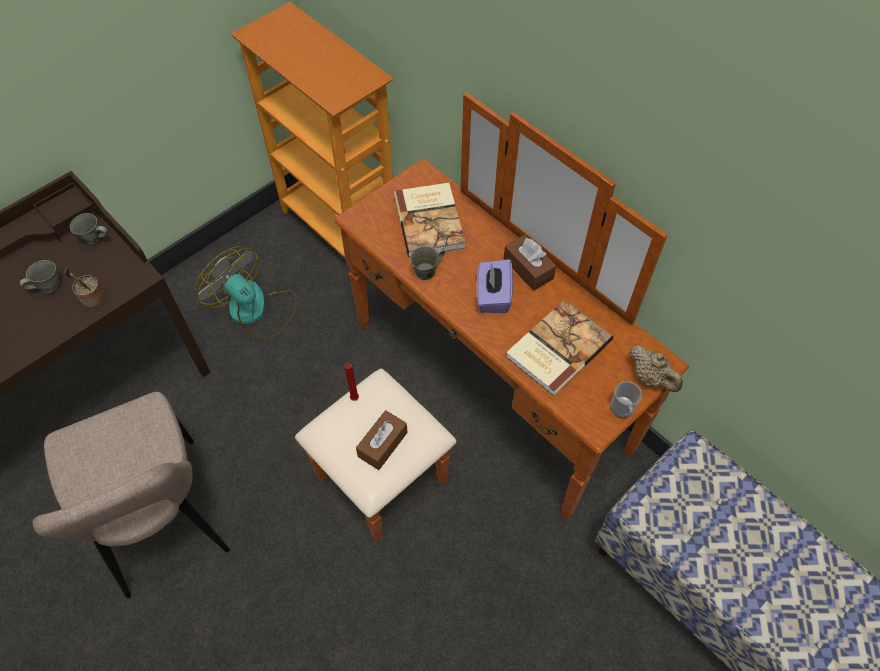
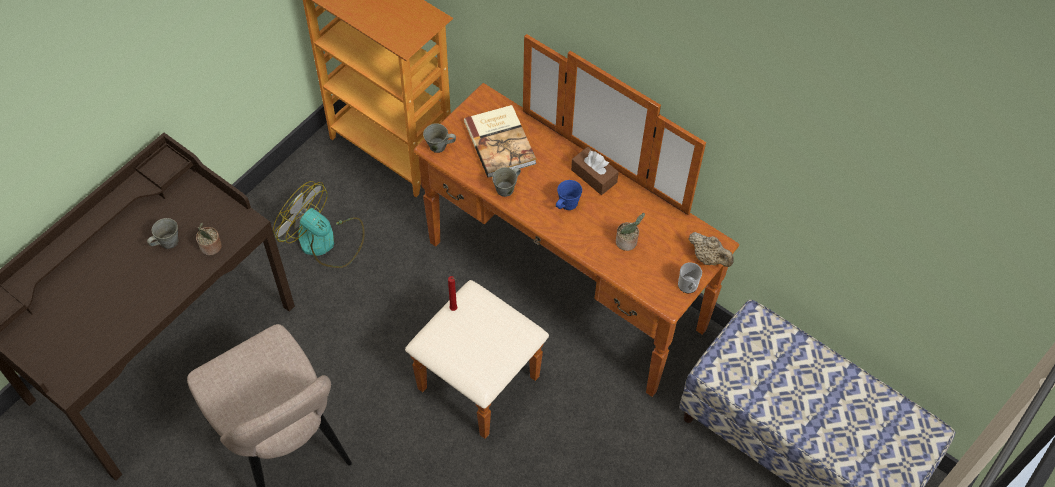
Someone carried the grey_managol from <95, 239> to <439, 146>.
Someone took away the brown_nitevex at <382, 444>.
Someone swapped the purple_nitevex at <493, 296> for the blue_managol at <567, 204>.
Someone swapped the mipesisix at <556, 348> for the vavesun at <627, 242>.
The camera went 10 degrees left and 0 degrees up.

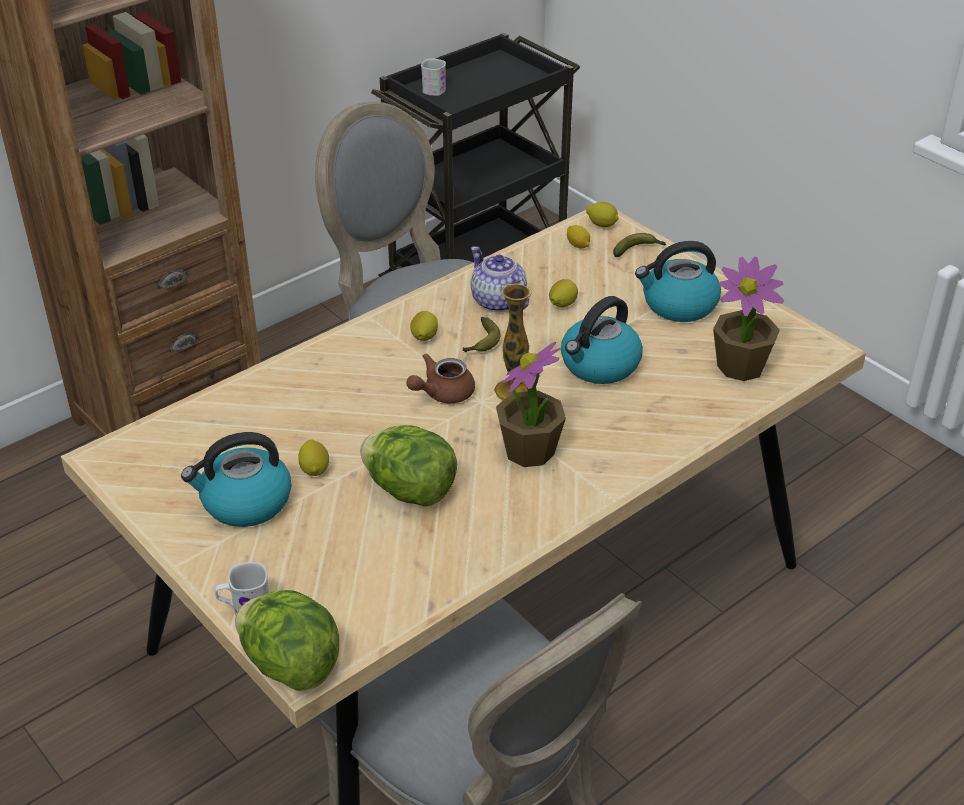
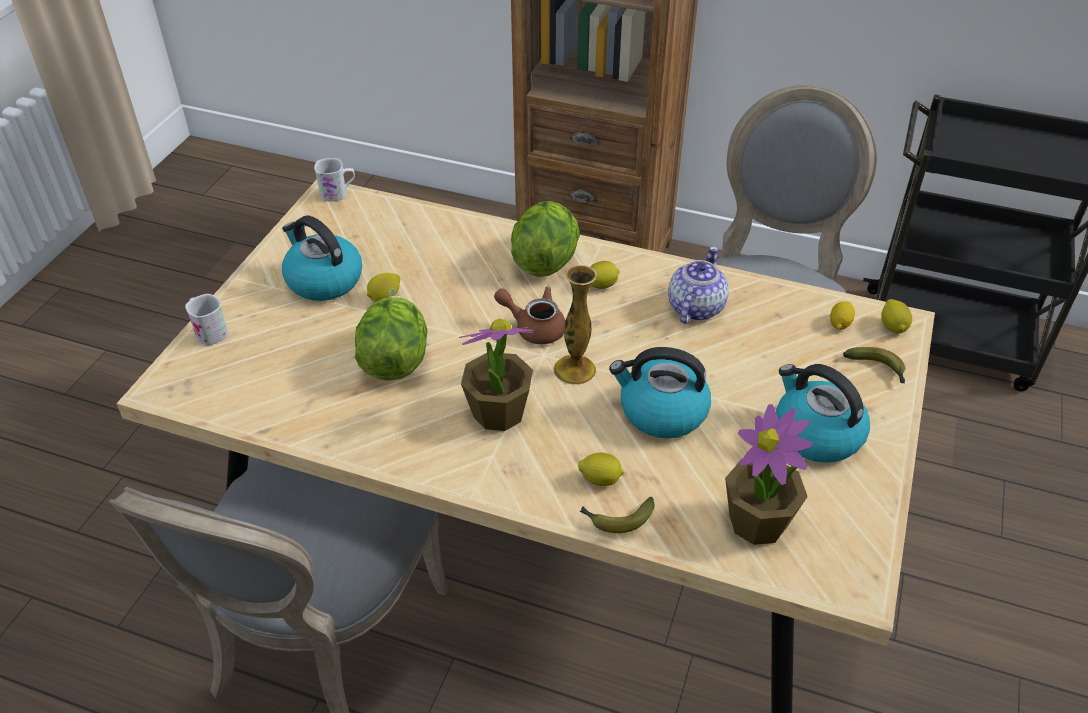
Someone carried the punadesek from <289, 665> to <545, 261>.
Someone carried the white_managol from <435, 89> to <338, 193>.
Someone carried the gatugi from <481, 343> to <616, 519>.
Someone carried the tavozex from <562, 304> to <600, 479>.
The camera went 60 degrees right and 5 degrees up.

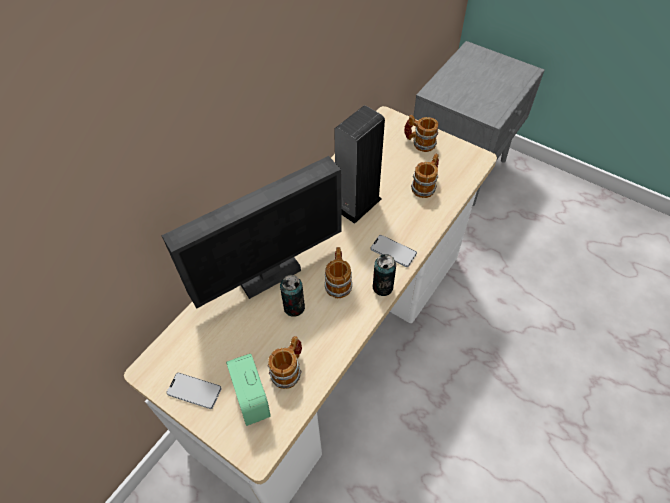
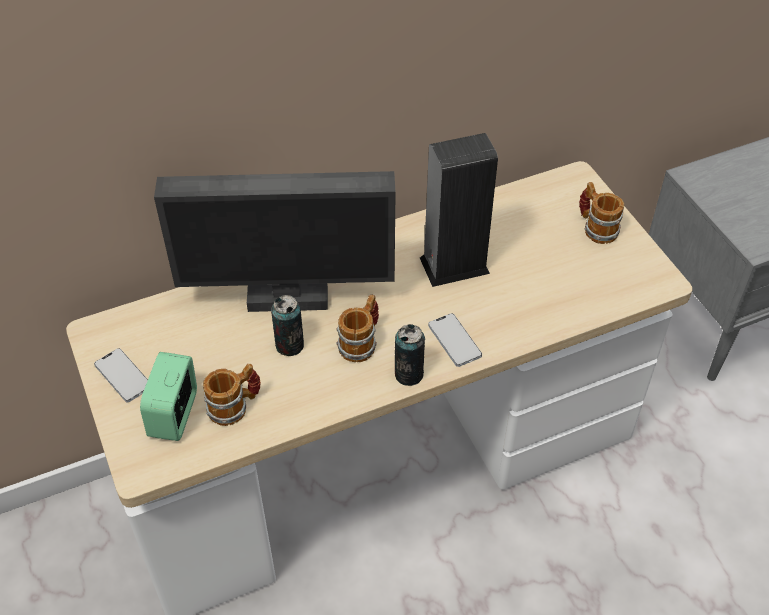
Someone took away the managol at <425, 186>.
The camera went 30 degrees right and 5 degrees down.

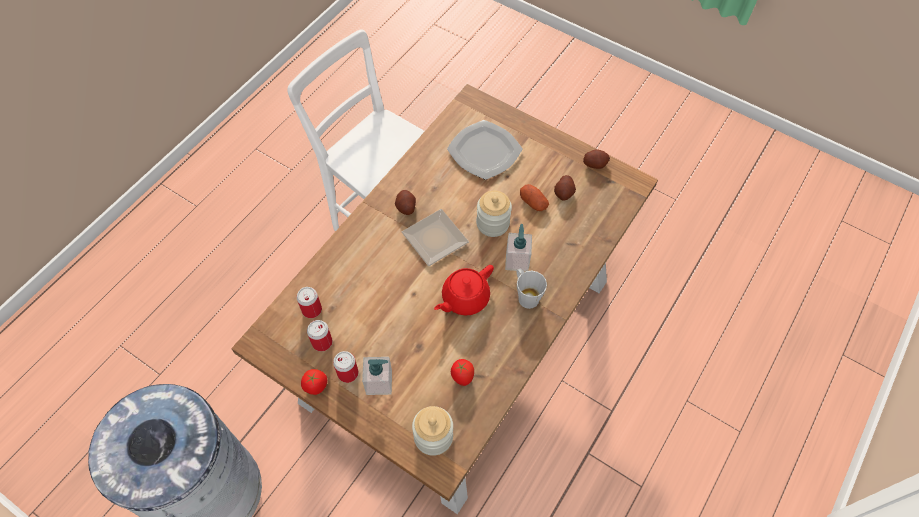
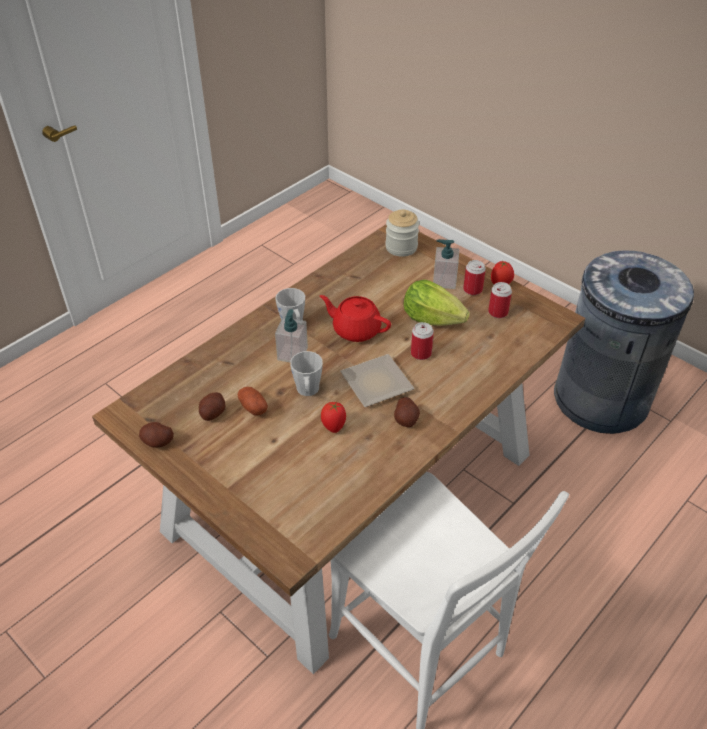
Someone carried the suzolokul from <312, 309> to <421, 353>.
Someone rotated the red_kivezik at <464, 298> by 120 degrees counterclockwise.
Someone took away the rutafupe at <484, 151>.
Someone carried the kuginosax from <462, 377> to <333, 426>.
Someone swapped the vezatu at <492, 223> for the grey_managol at <307, 391>.
Someone put down the punadesek at <432, 318>.
The camera went 170 degrees left and 15 degrees down.

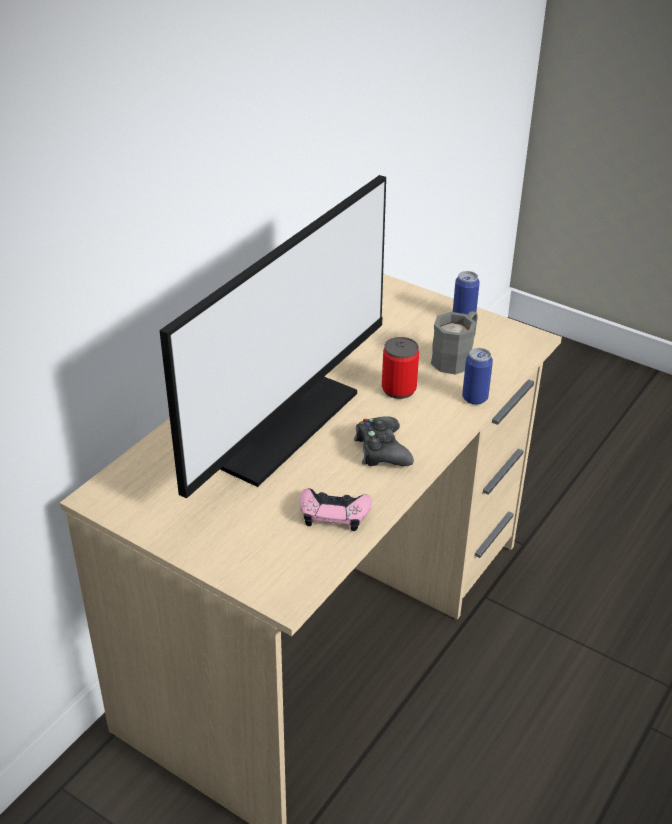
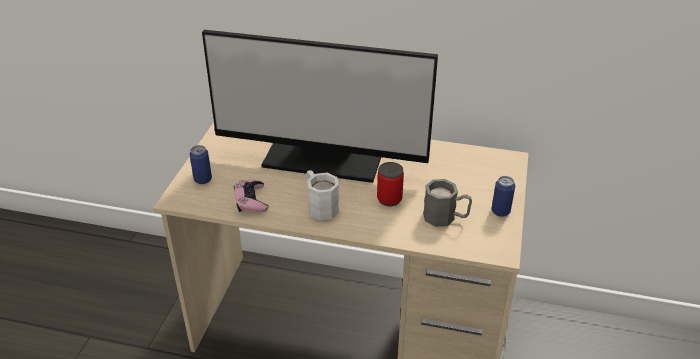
Someone swapped the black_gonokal at <382, 450> for the white_managol at <320, 206>.
Someone carried the suzolokul from <474, 398> to <203, 179>.
The camera went 70 degrees right and 0 degrees up.

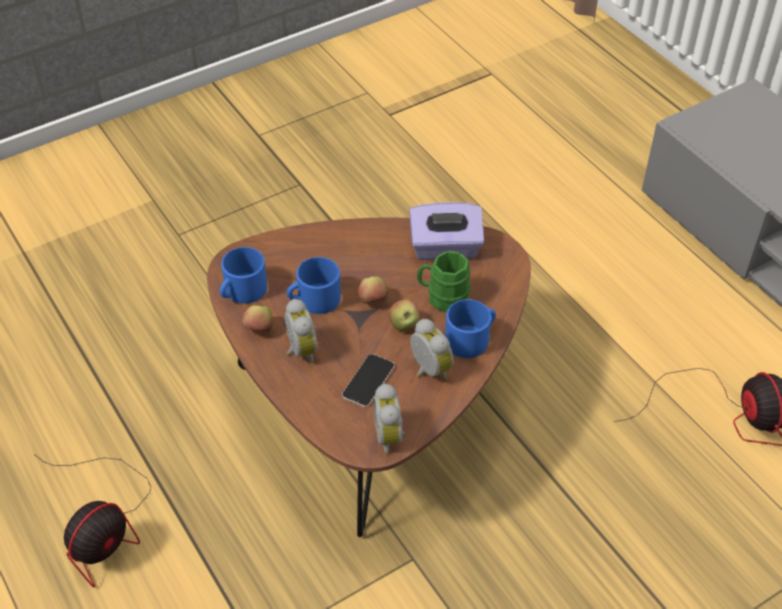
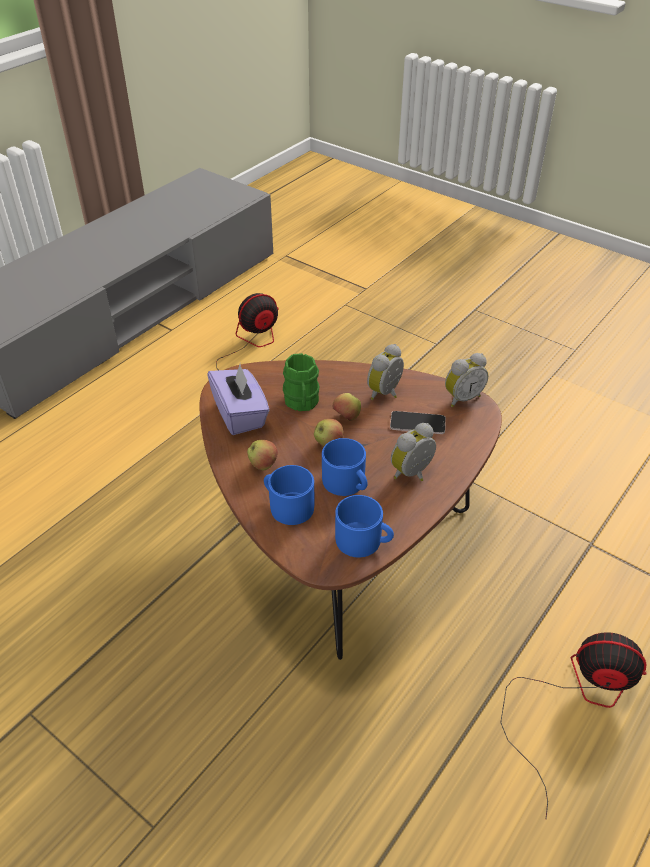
Someone carried the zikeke from <259, 330> to <263, 465>.
Someone carried the blue_managol from <471, 338> to <287, 505>.
The camera went 110 degrees left and 5 degrees down.

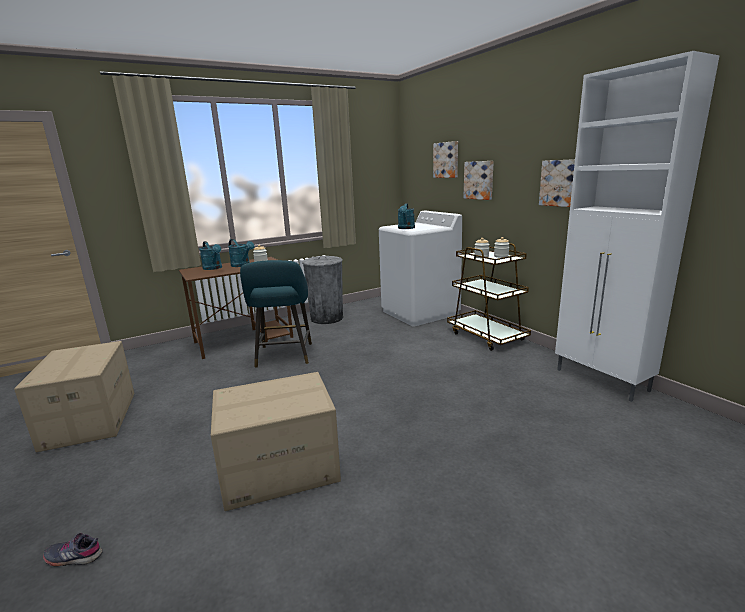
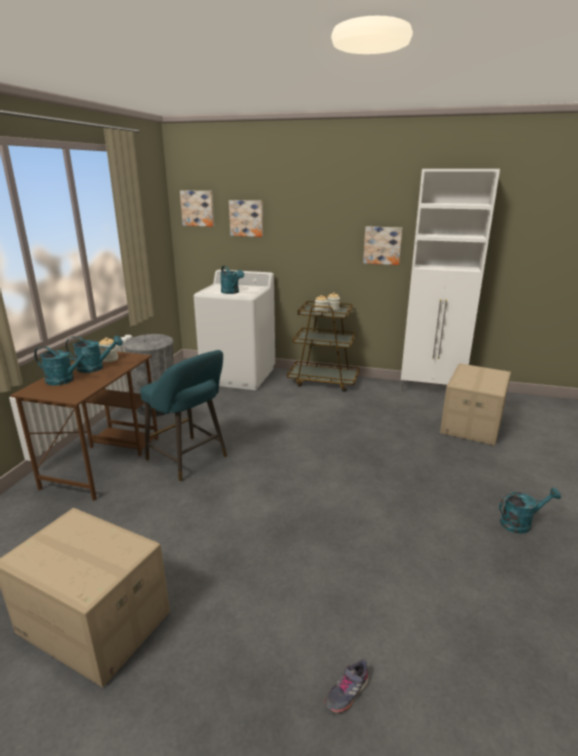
Someone carried the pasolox from <280, 468> to <471, 424>.
Someone carried the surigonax from <479, 180> to <198, 208>.
Someone put down the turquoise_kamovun at <520, 523>.
The camera went 45 degrees left and 5 degrees up.

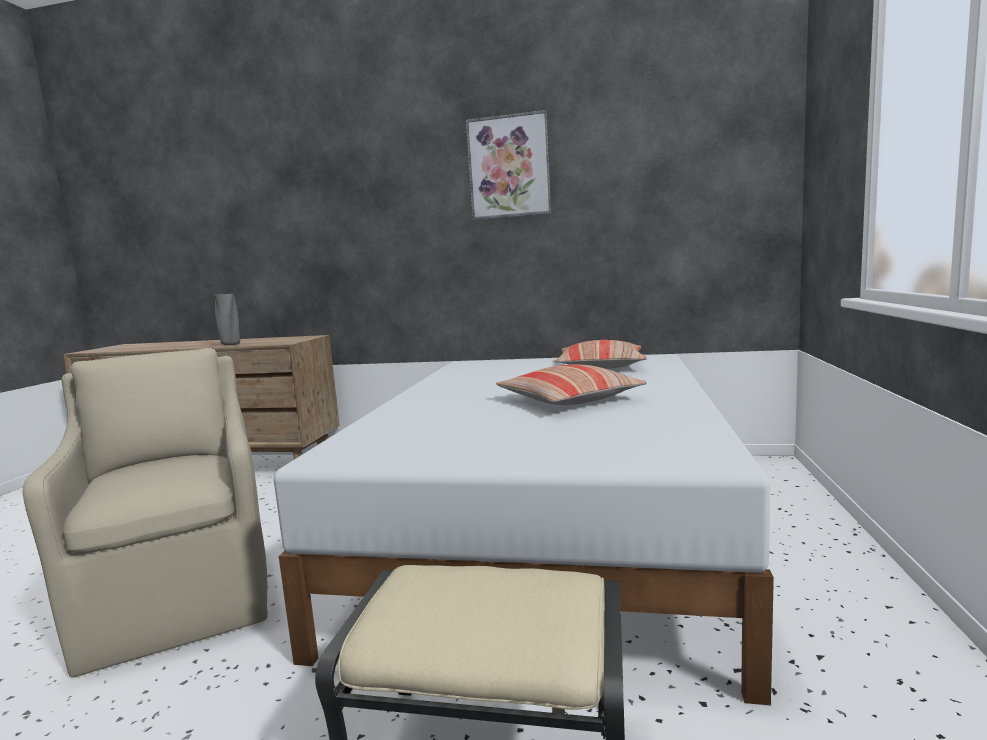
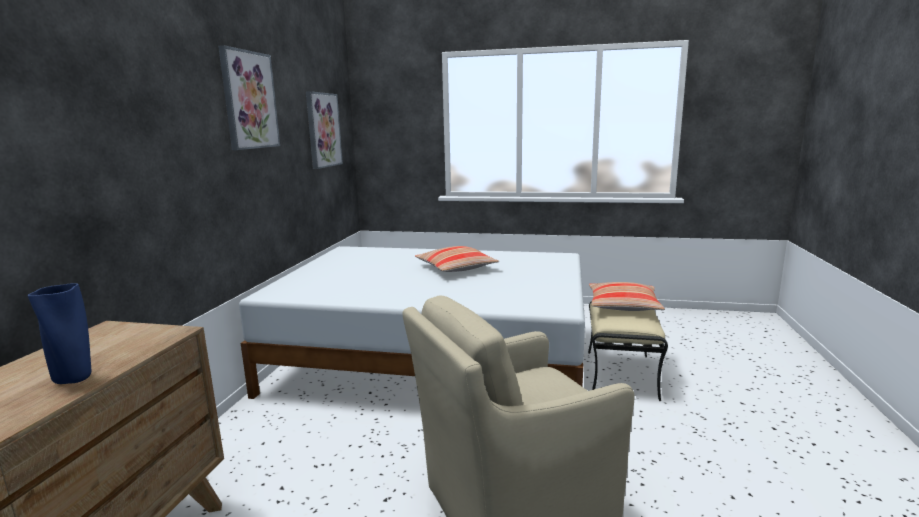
Someone repainted the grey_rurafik at <230, 344>, which became the blue_rurafik at <74, 379>.
Someone carried the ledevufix from <600, 366> to <623, 305>.
Someone put up the surigonax at <323, 130>.
The camera went 90 degrees left and 5 degrees up.

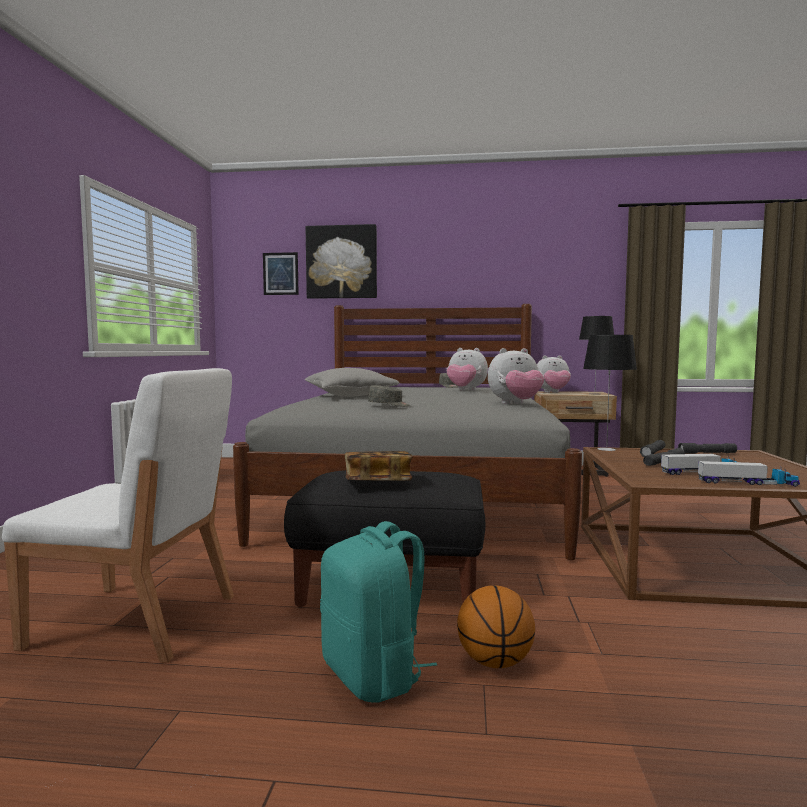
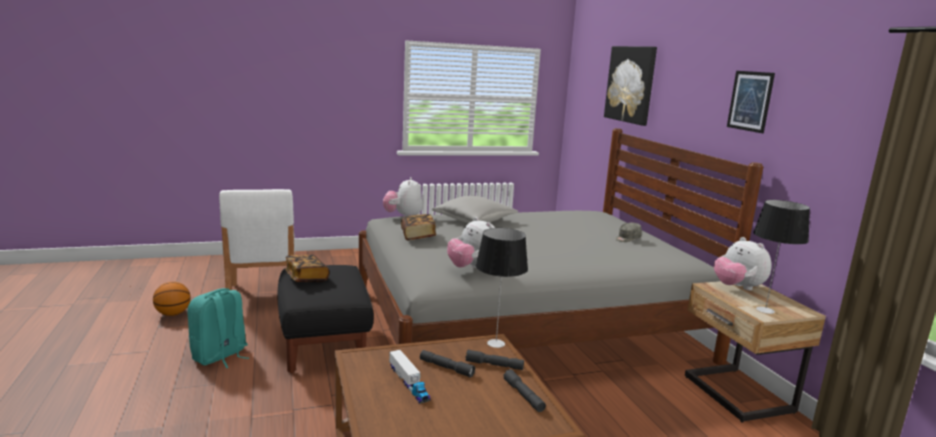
Someone carried the surigonax from <280, 273> to <750, 101>.
Someone swapped the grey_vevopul at <389, 405> for the mipesisix at <418, 236>.
Someone carried the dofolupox from <465, 390> to <403, 217>.
Someone carried the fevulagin from <495, 662> to <173, 314>.
Someone took away the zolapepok at <747, 483>.
The camera went 65 degrees right and 10 degrees up.

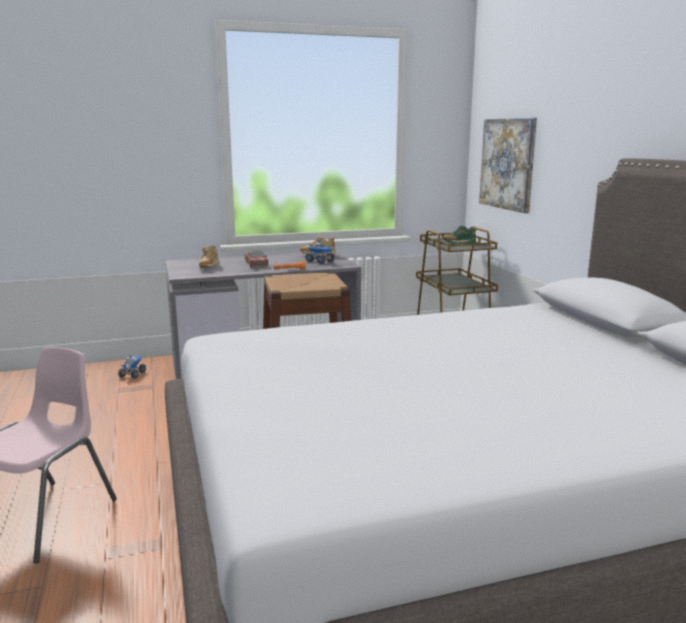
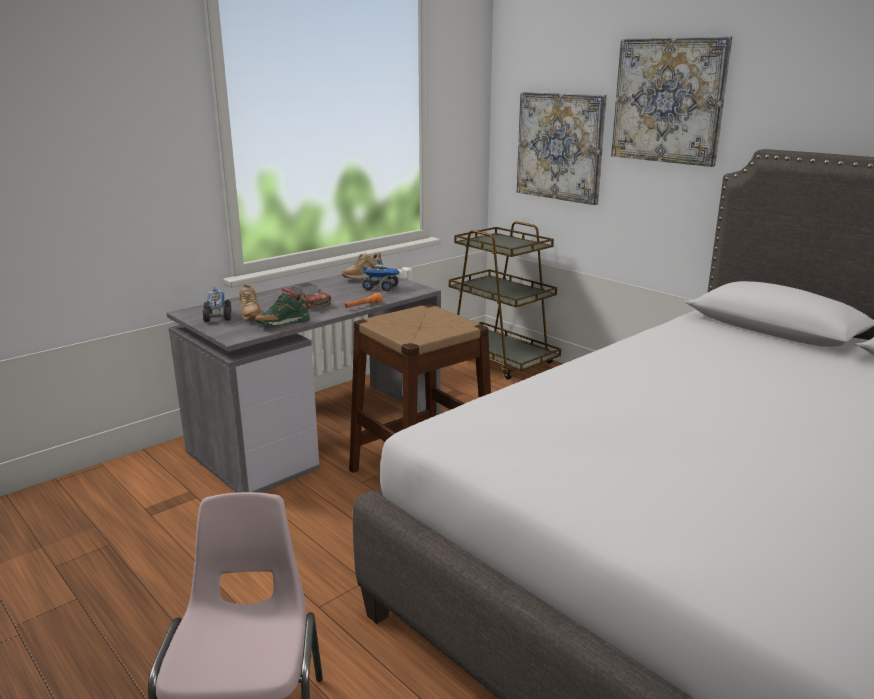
Someone carried the zolapepok from <132, 374> to <217, 317>.
Someone carried the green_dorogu from <459, 243> to <282, 324>.
Someone put up the surigonax at <668, 101>.
The camera went 25 degrees left and 5 degrees up.

